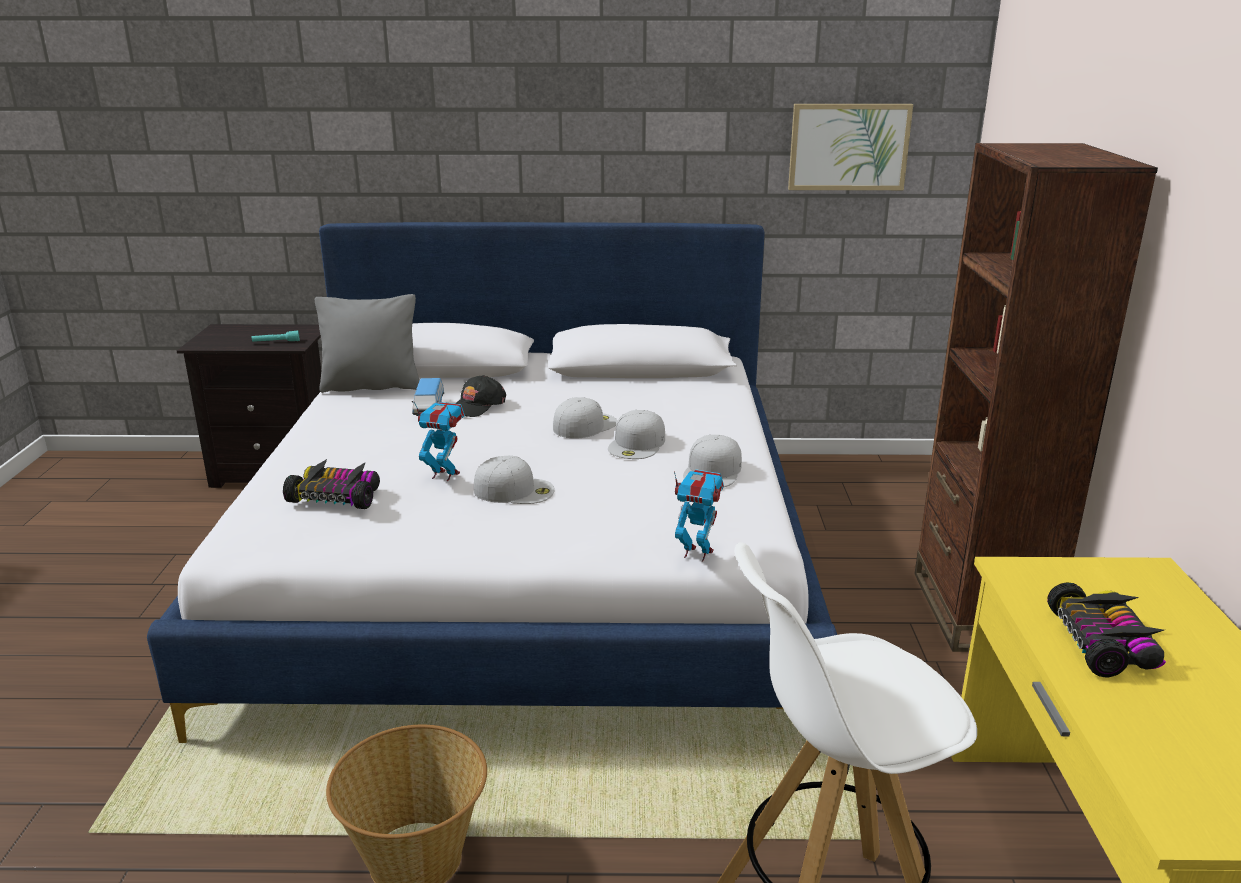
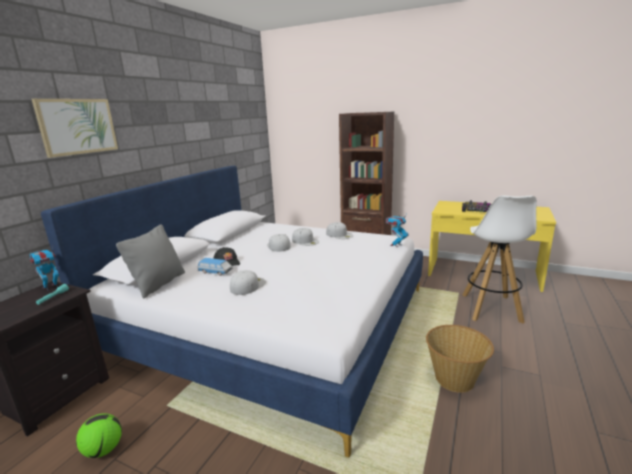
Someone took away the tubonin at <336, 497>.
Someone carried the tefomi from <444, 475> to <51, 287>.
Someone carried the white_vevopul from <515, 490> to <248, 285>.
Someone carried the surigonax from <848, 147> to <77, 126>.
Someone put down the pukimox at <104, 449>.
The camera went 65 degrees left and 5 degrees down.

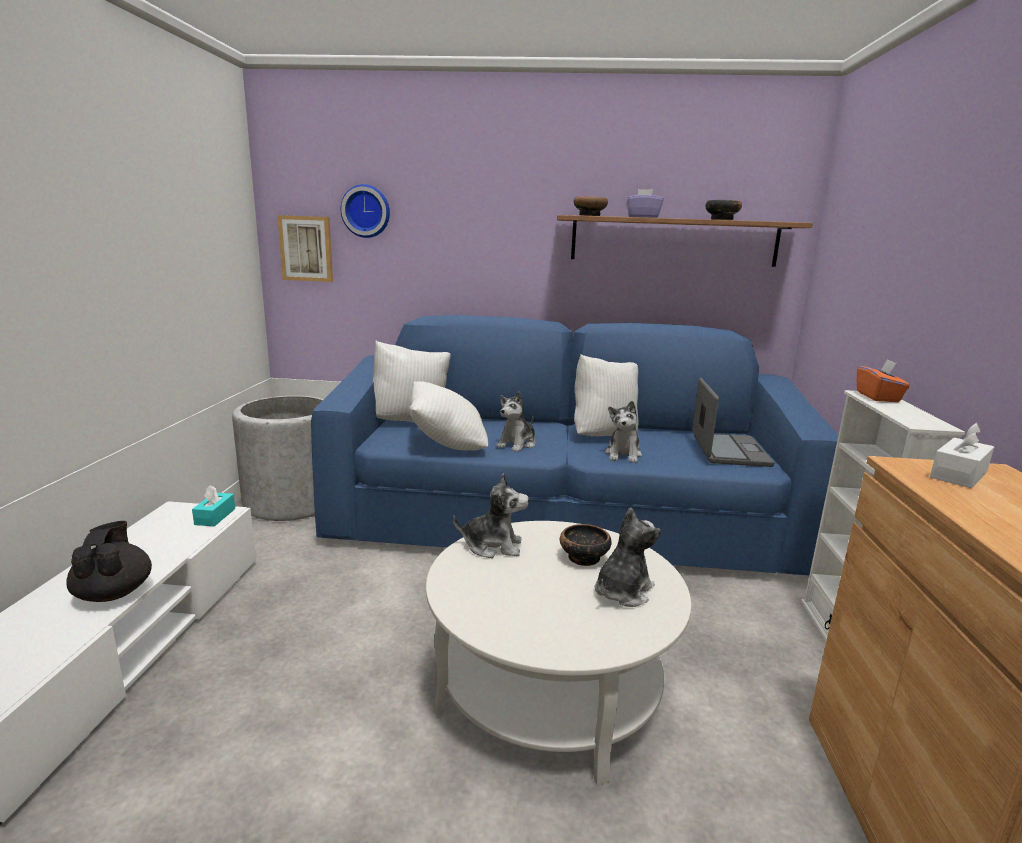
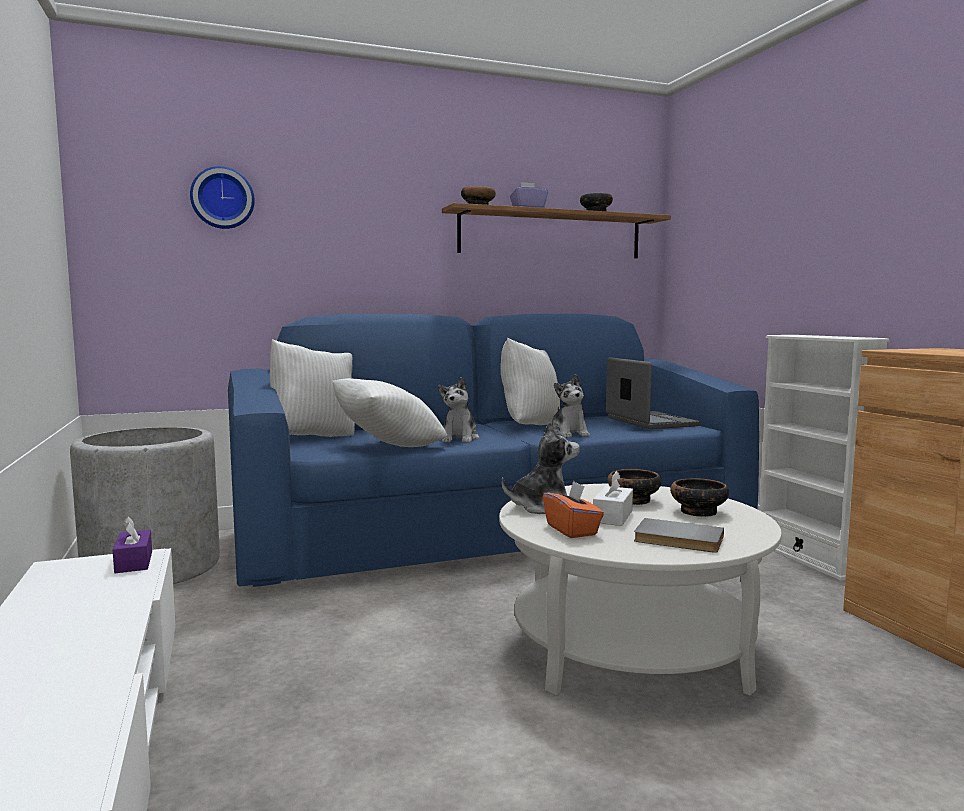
Someone took away the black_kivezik at <114, 592>.
Someone repainted the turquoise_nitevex at <215, 516>, which became the purple_nitevex at <134, 562>.
Someone took away the surigonax at <306, 248>.
Someone swapped the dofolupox at <622, 591> for the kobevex at <698, 512>.
Someone carried the orange_nitevex from <878, 397> to <572, 530>.
Someone carried the white_nitevex from <958, 475> to <613, 516>.
Someone put down the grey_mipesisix at <678, 540>.
The camera went 25 degrees left and 10 degrees down.

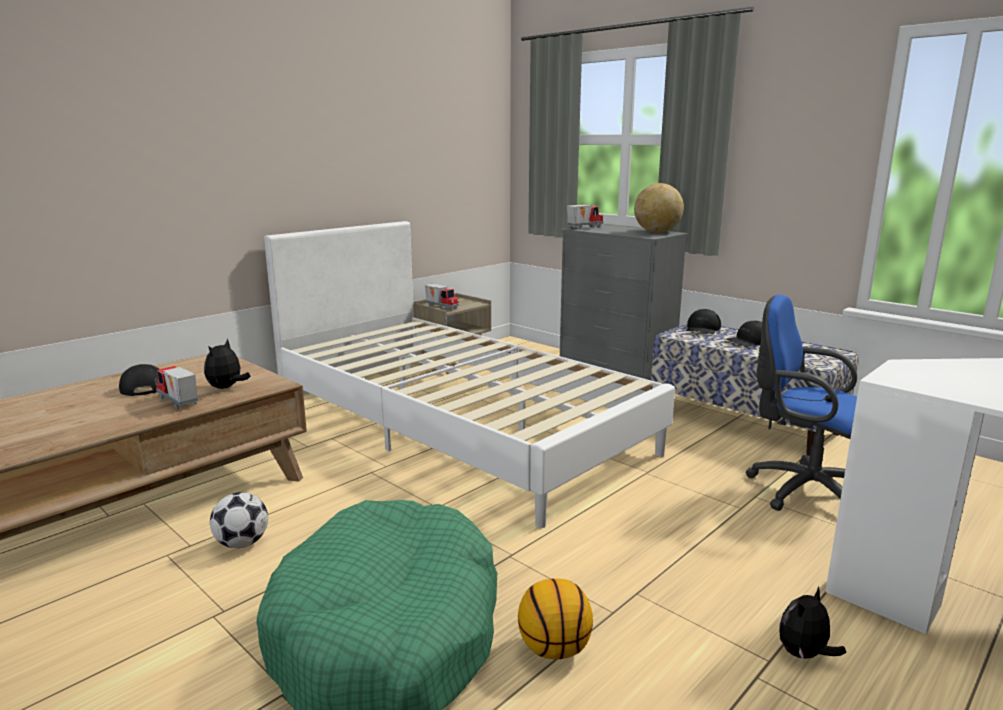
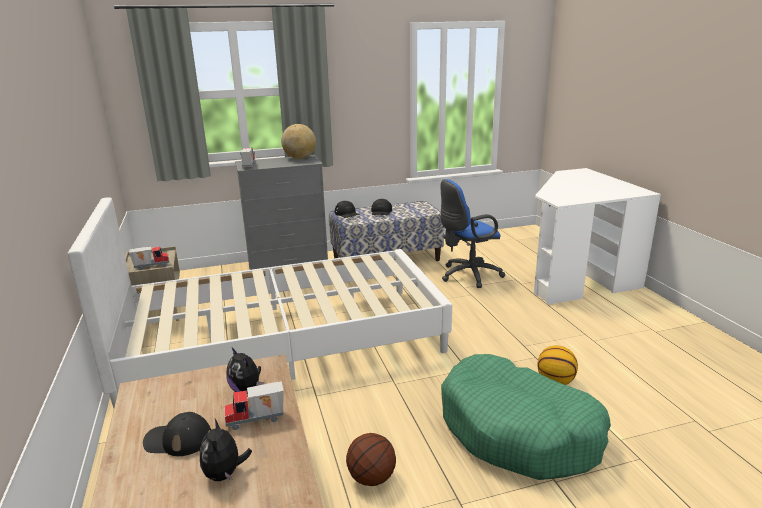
Someone swapped the pukimox at <242, 543> for the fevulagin at <371, 478>.
Someone carried the dofolupox from <804, 654> to <225, 474>.
The camera went 60 degrees left and 5 degrees up.

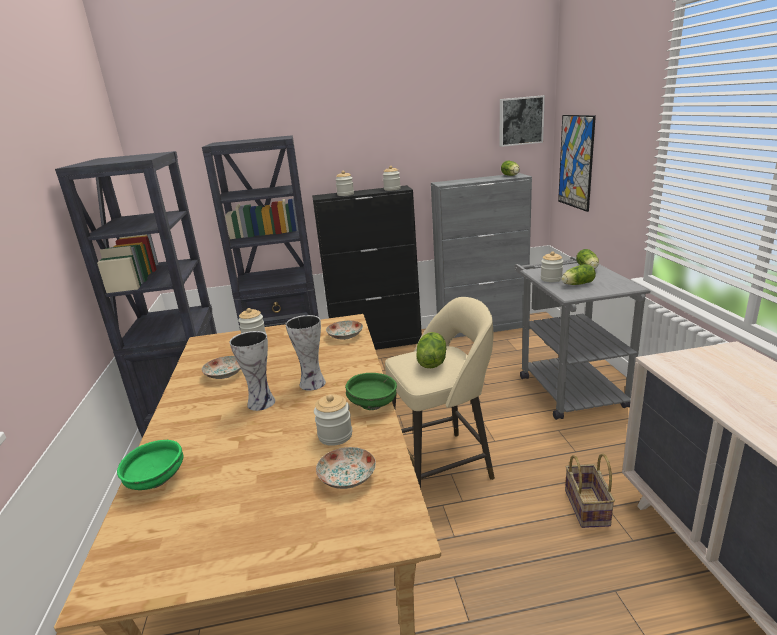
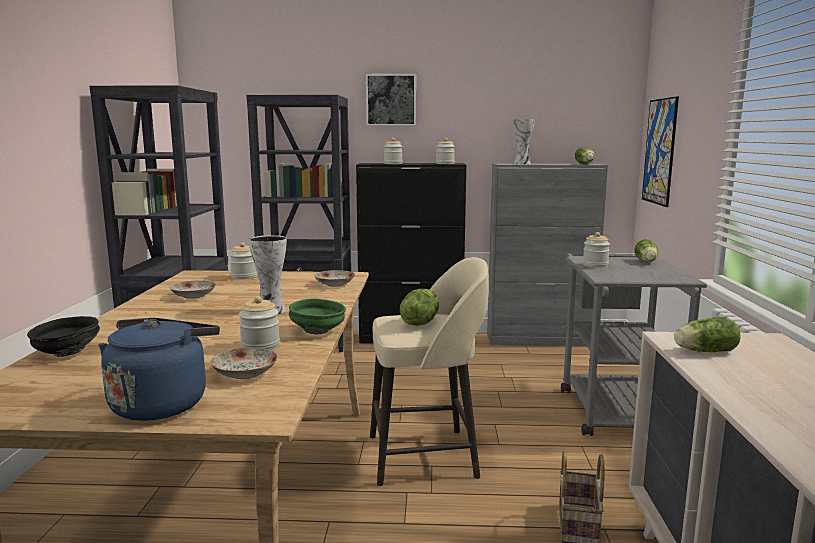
Someone repainted the green_kobevex at <155, 481>, which became the black_kobevex at <66, 353>.
Someone carried the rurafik from <262, 402> to <522, 163>.
Someone carried the surigonax from <520, 121> to <391, 100>.
Someone carried the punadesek from <576, 284> to <703, 351>.
Someone put down the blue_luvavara at <162, 403>.
The camera went 10 degrees right and 10 degrees down.

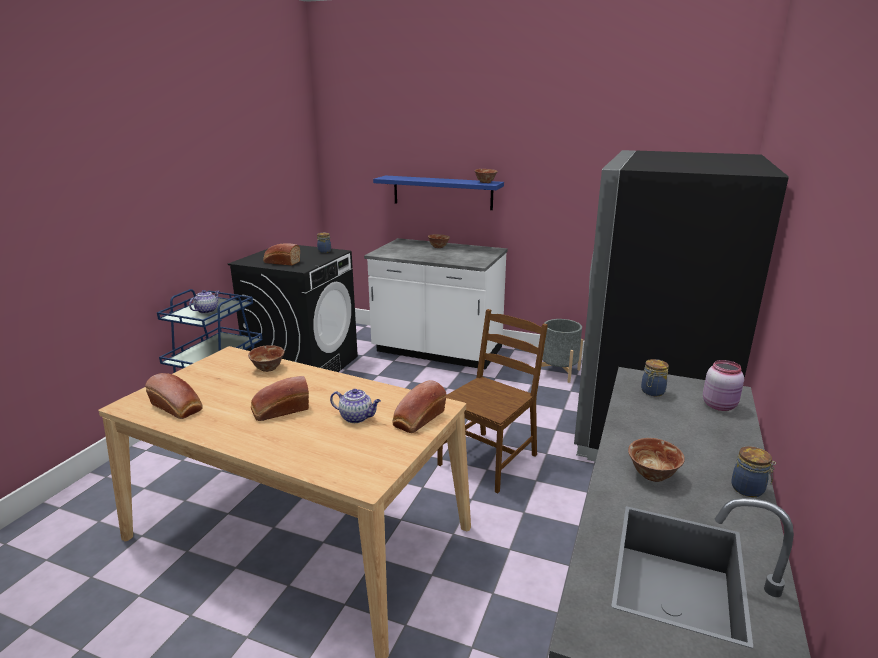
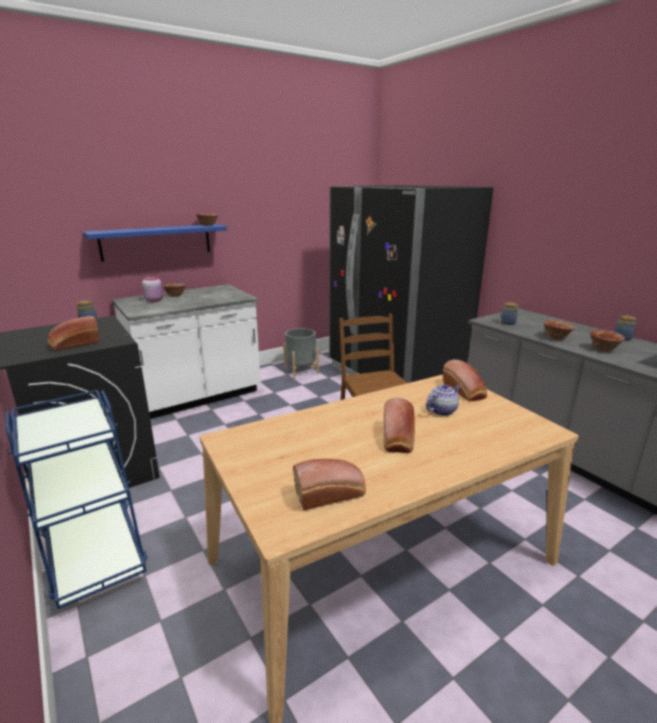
Someone took away the kivezik at <207, 310>.
Someone carried the kobevex from <268, 368> to <556, 337>.
Someone carried the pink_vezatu from <720, 405> to <154, 300>.
The camera went 55 degrees left and 0 degrees up.

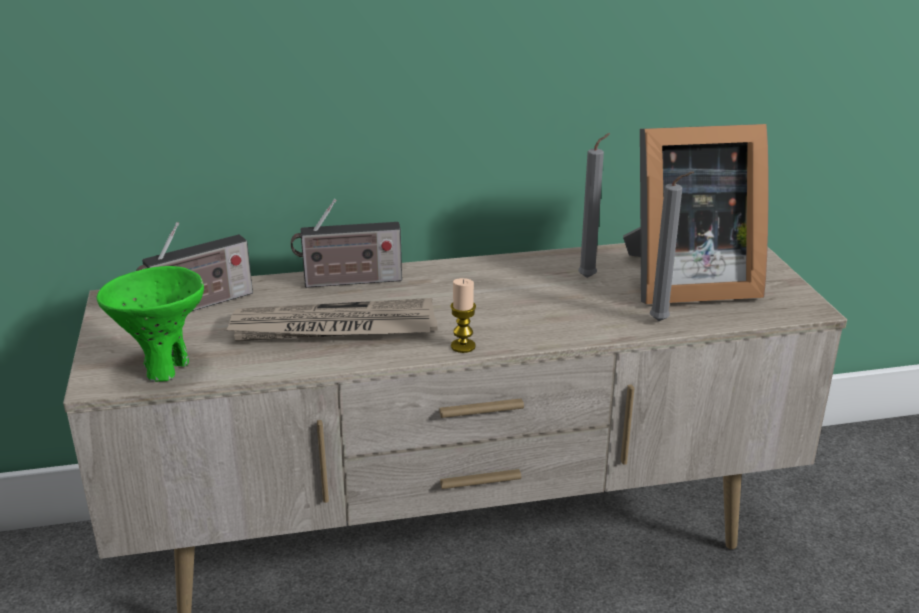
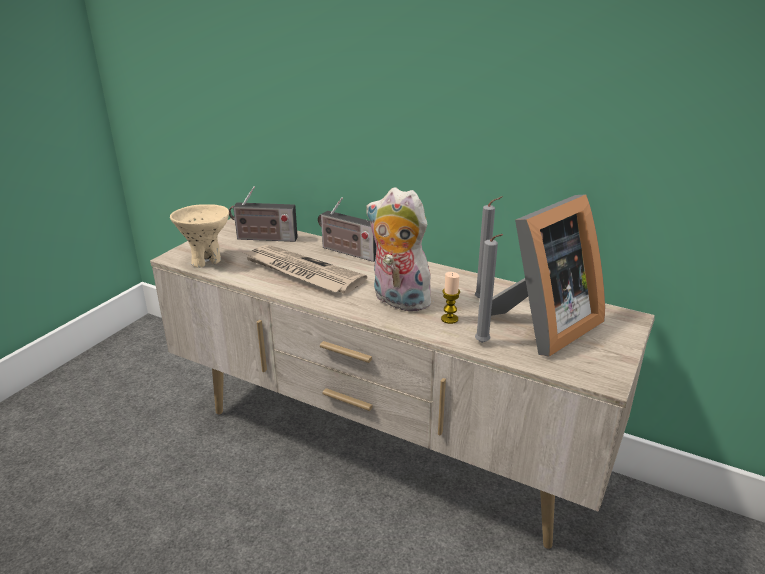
Someone repainted the green_kobevex at <164, 367>, which became the beige_kobevex at <206, 261>.
Someone carried the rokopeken from <463, 346> to <449, 319>.
Someone rotated the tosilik at <683, 282> by 75 degrees counterclockwise.
Someone put down the dofolupox at <397, 301>.
The camera went 40 degrees right and 0 degrees up.

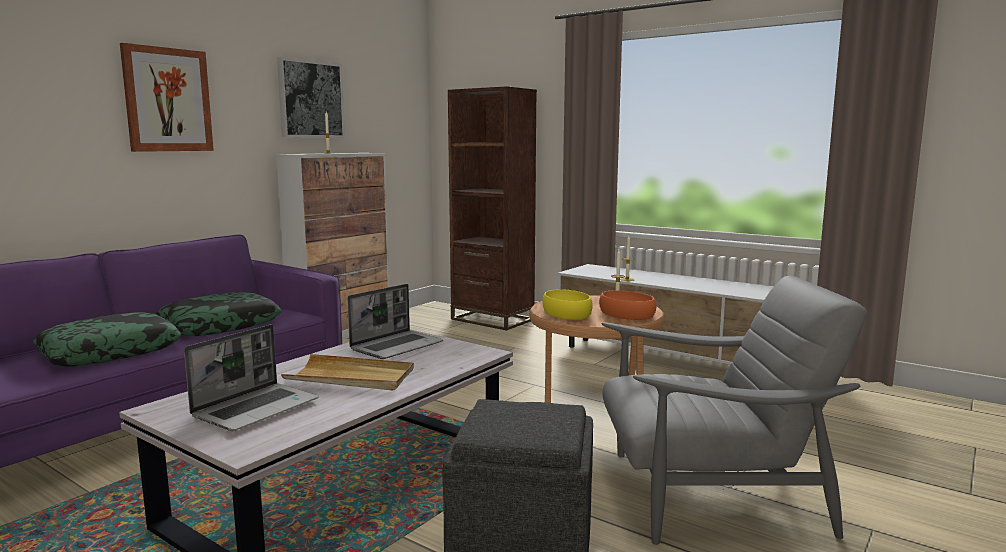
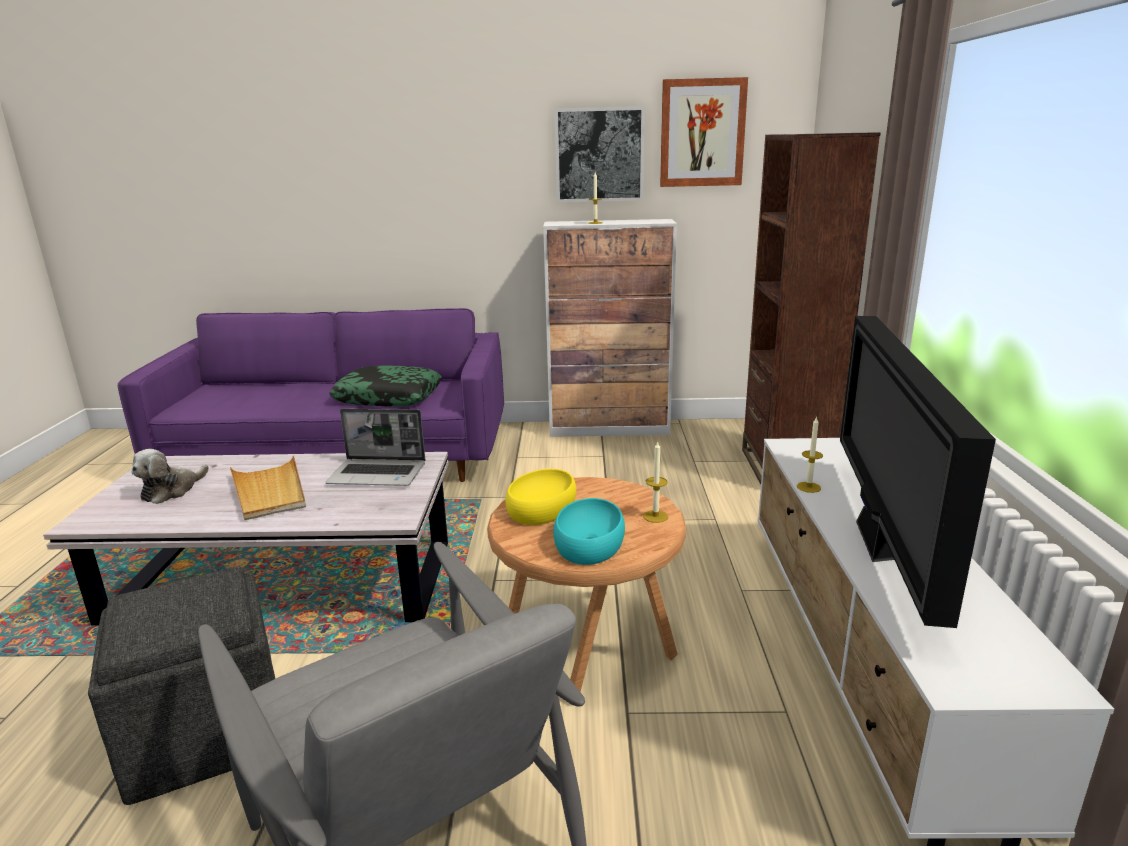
Someone took away the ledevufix at <110, 352>.
Someone carried the surigonax from <167, 100> to <702, 133>.
Someone swapped the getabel at <257, 408> for the dofolupox at <172, 490>.
Someone repainted the orange_kobevex at <627, 313>, which became the turquoise_kobevex at <590, 543>.
Someone put down the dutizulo at <876, 544>.
The camera went 55 degrees right and 10 degrees up.

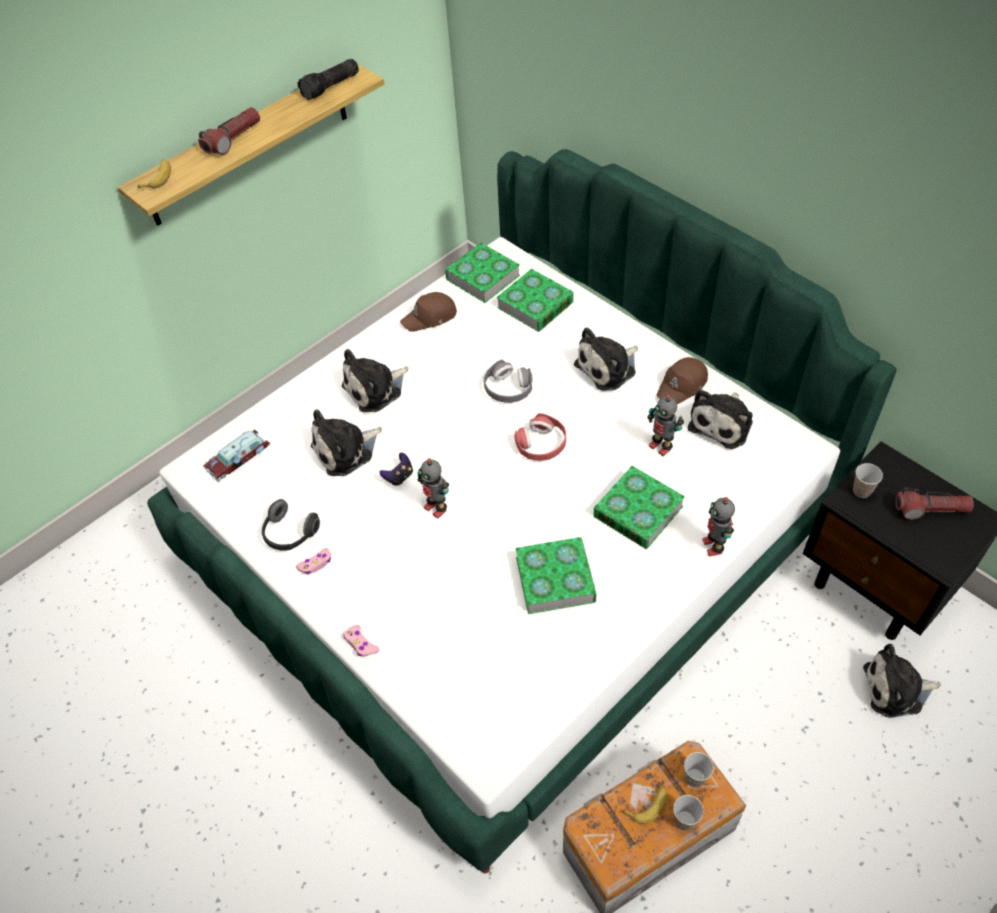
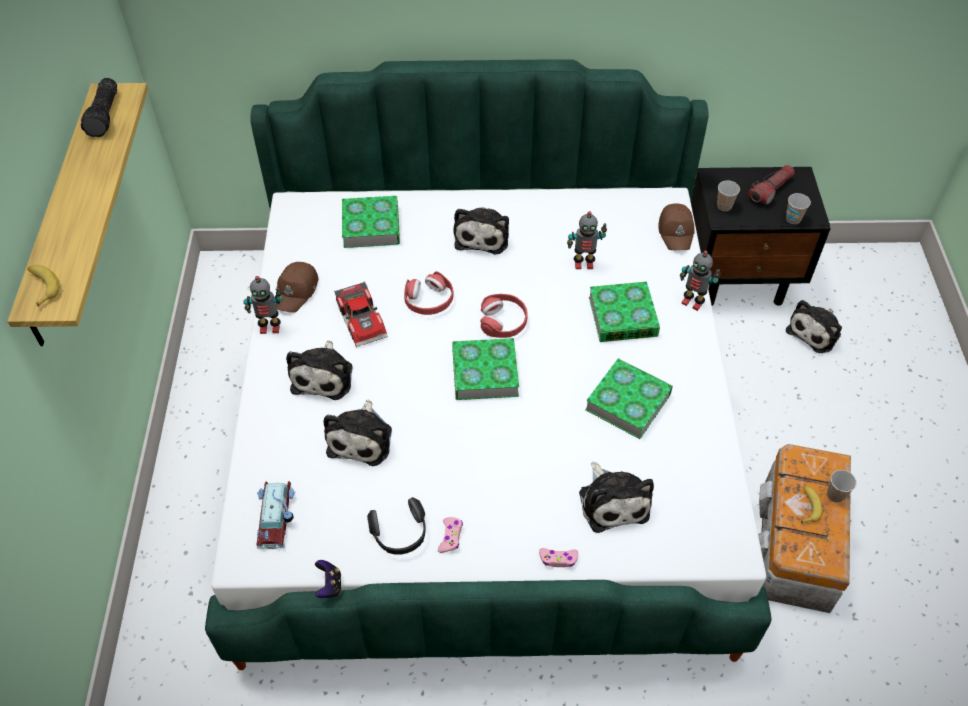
Someone took away the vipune at <233, 139>.
Someone carried the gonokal from <399, 477> to <329, 585>.
Someone carried the tefomi from <436, 508> to <270, 327>.
Someone carried the mipesisix from <483, 277> to <484, 373>.
Someone repainted the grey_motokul at <508, 388>, which became the red_motokul at <429, 300>.
Someone carried the brown_vevopul from <682, 386> to <676, 231>.
Someone carried the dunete from <695, 778> to <793, 219>.
Someone carried the dofolupox from <722, 423> to <613, 501>.
Someone put down the tubonin at <363, 319>.
The camera went 50 degrees left and 0 degrees up.

